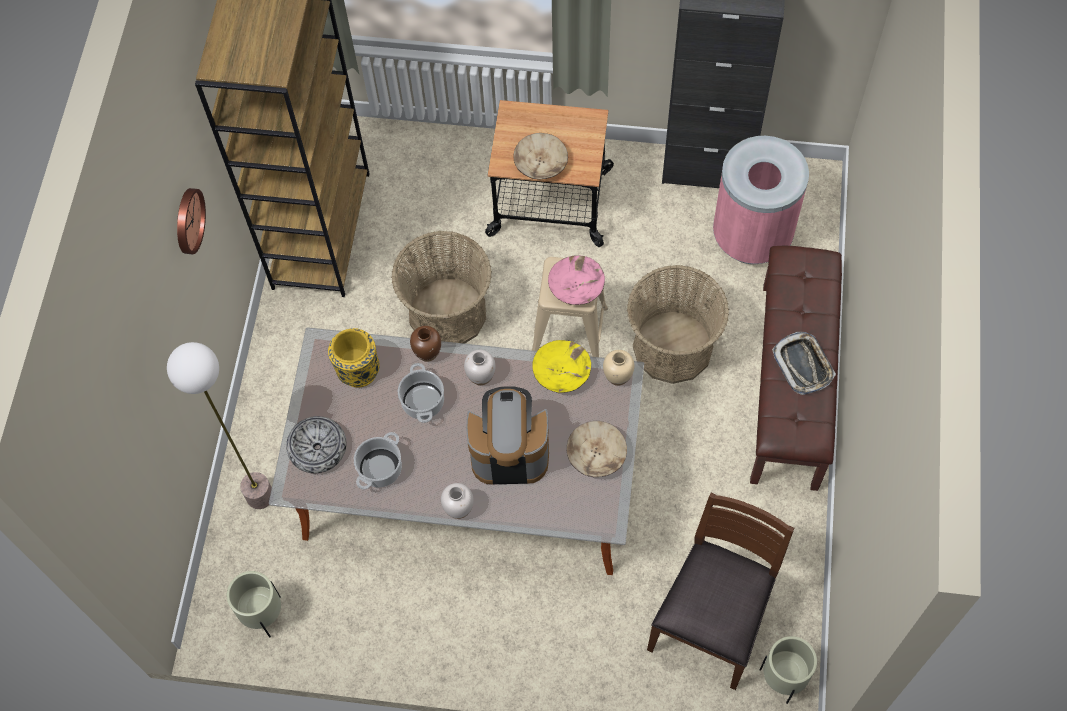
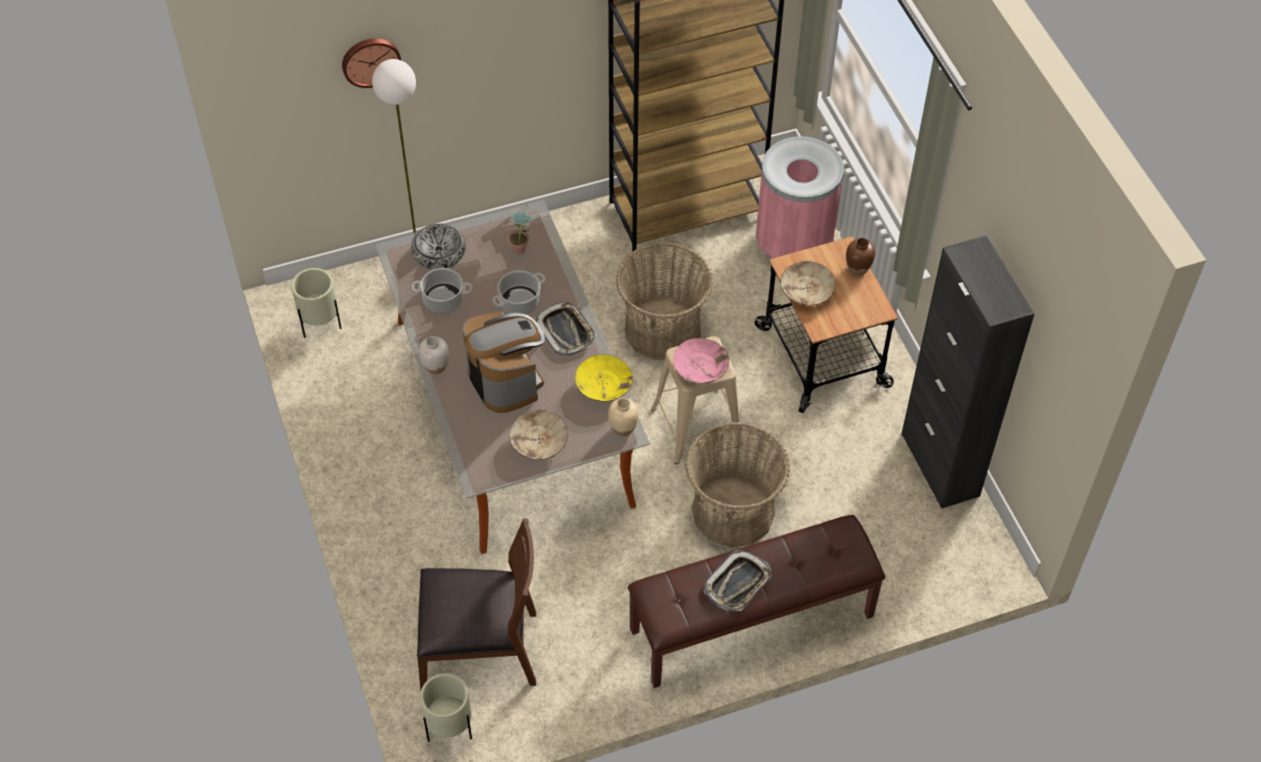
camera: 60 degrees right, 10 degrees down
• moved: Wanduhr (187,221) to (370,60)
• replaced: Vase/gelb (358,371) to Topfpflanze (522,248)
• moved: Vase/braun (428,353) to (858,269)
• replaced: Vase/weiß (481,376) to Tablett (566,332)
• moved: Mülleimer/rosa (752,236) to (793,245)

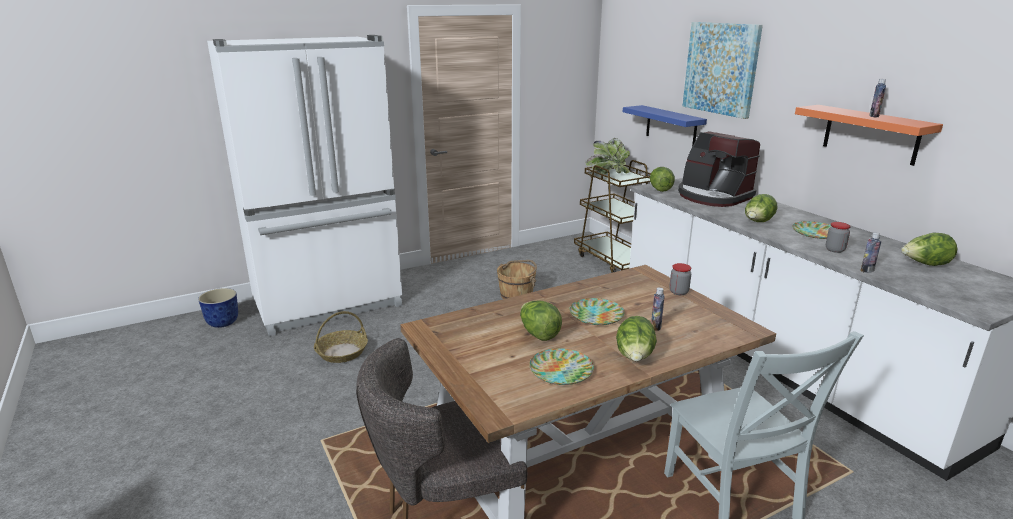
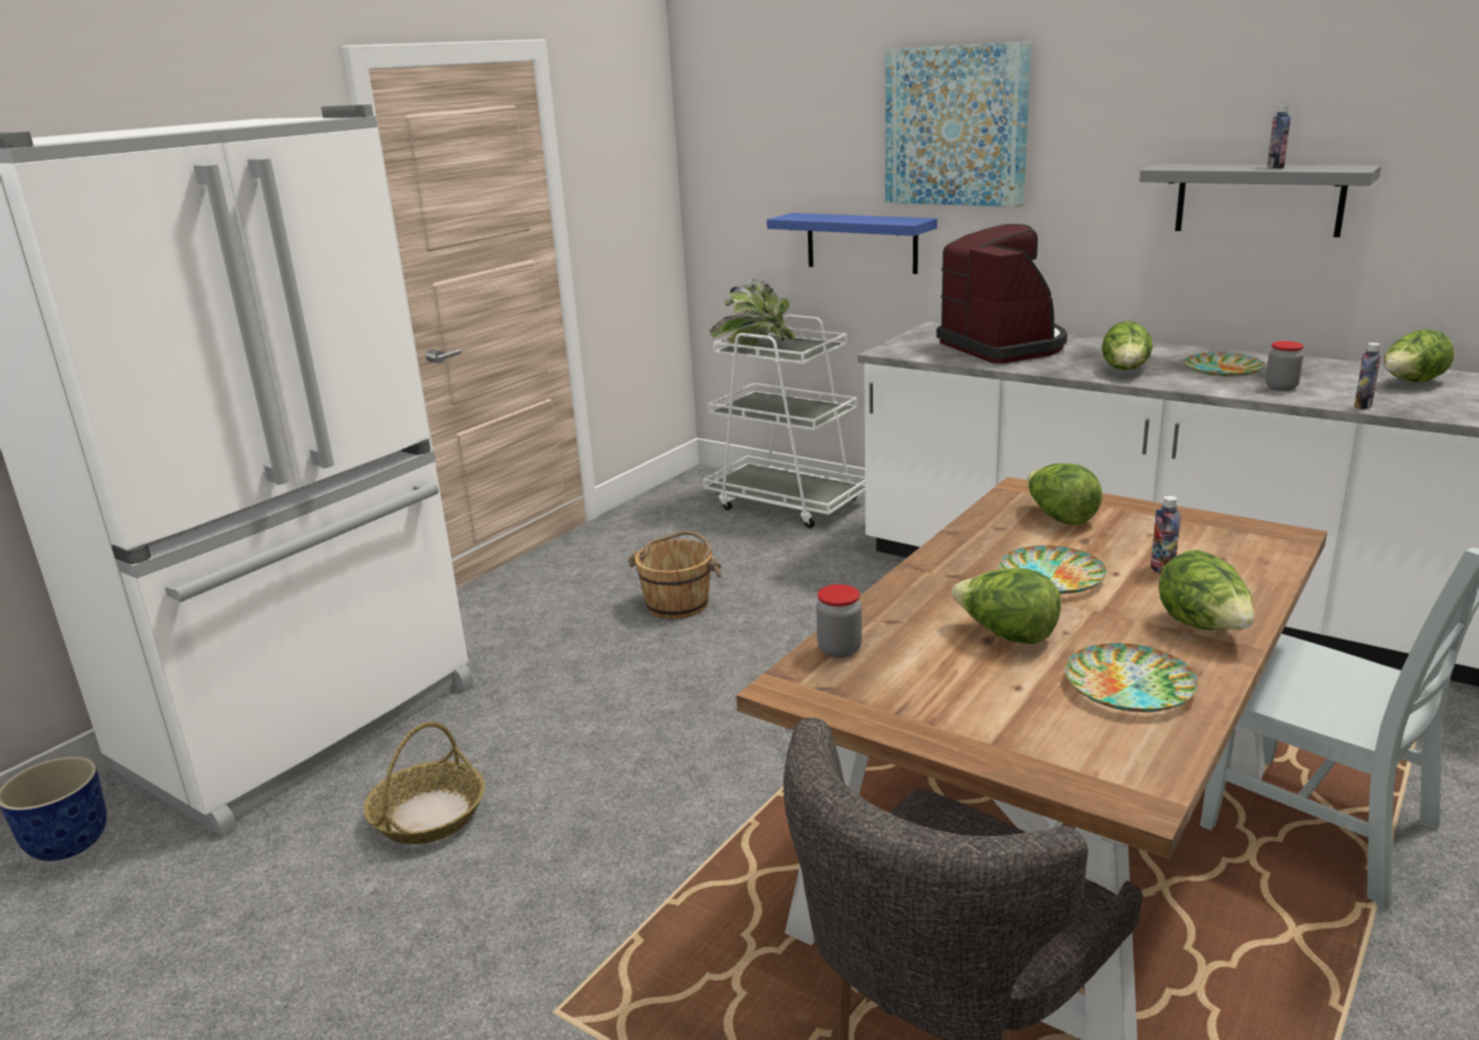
camera: 25 degrees left, 0 degrees up
• recoloured: Rollwagen/braun (613,260) to Rollwagen/weiß (787,503)
• moved: Salatkopf (660,189) to (1060,518)
• moved: Vorratsglas (678,292) to (839,649)
• turned: Kaffeemaschine (713,196) = (1004,346) 135 degrees counterclockwise
• recoloured: Wandregal/orange (870,134) to Wandregal/grau (1259,199)

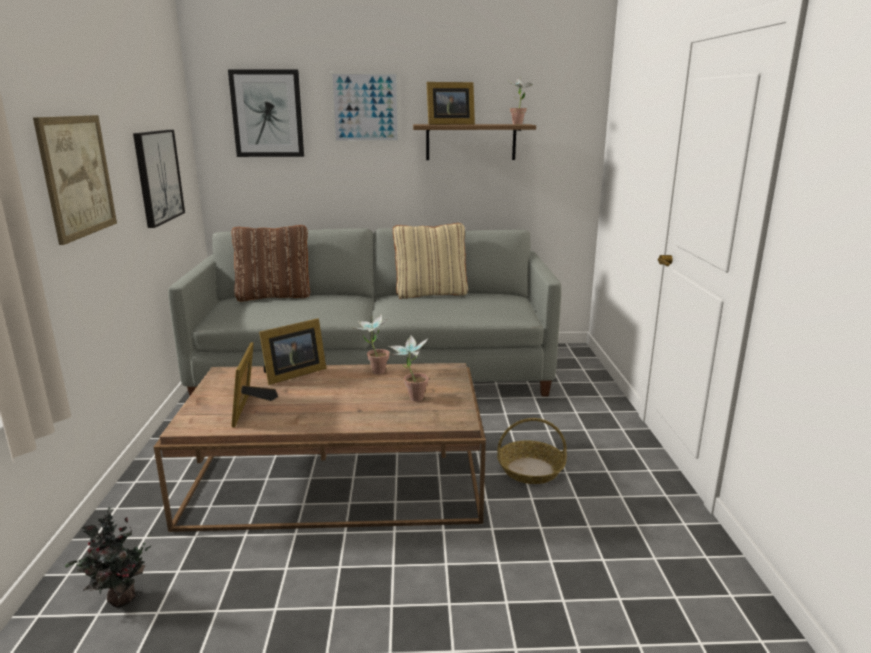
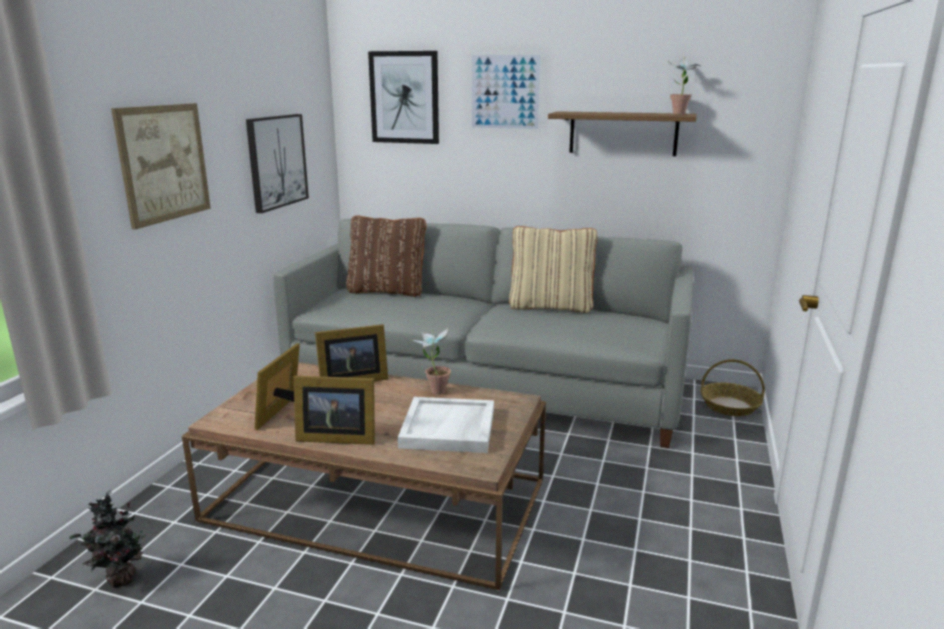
camera: 20 degrees right, 0 degrees up
• replaced: Topfpflanze (410,398) to Tablett/weiß (449,429)
• moved: Bilderrahmen (448,124) to (335,437)
• moved: Korb (531,470) to (730,406)

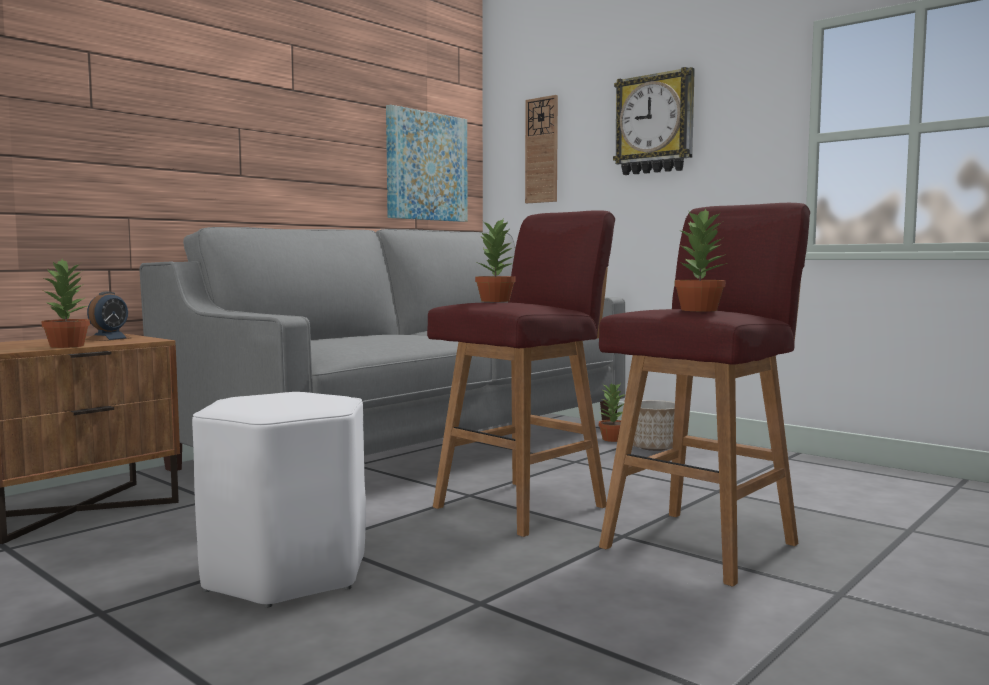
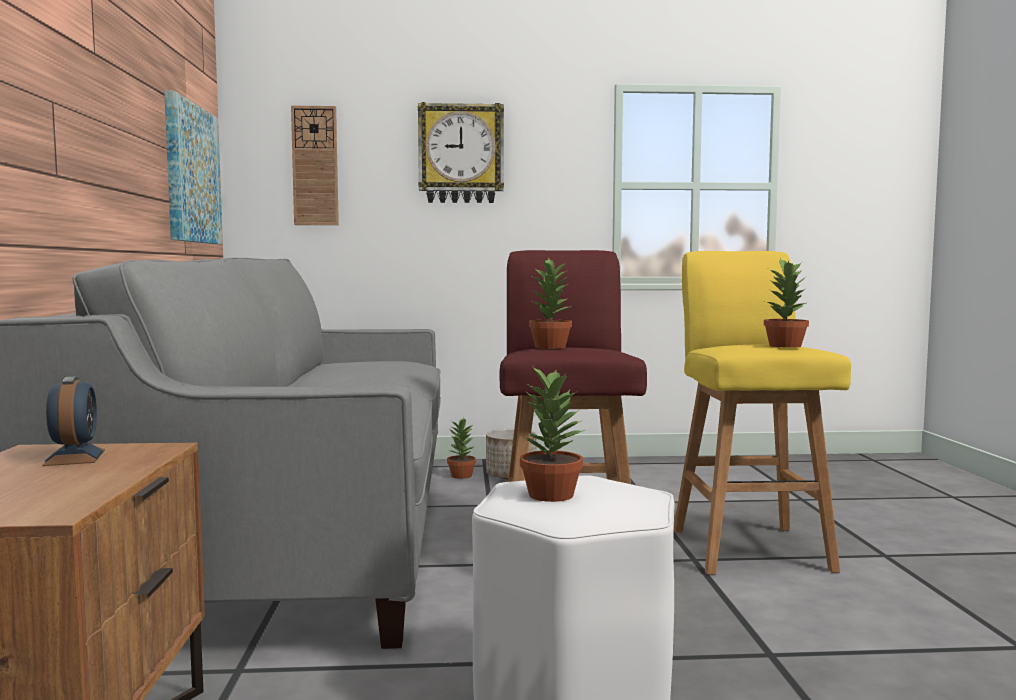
camera: 45 degrees left, 0 degrees up
• moved: Topfpflanze (68,346) to (550,494)
• recoloured: Hocker/rot (702,544) to Hocker/gelb (749,548)

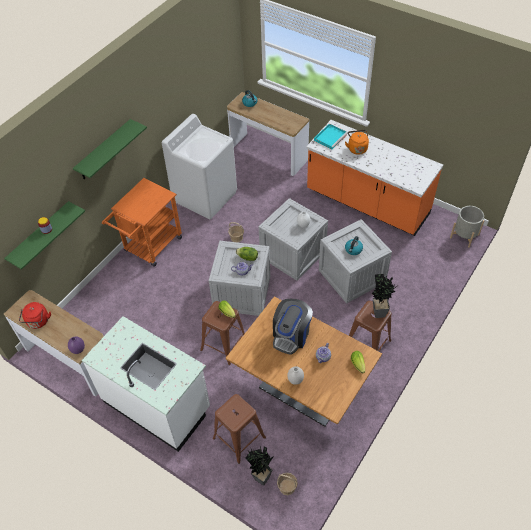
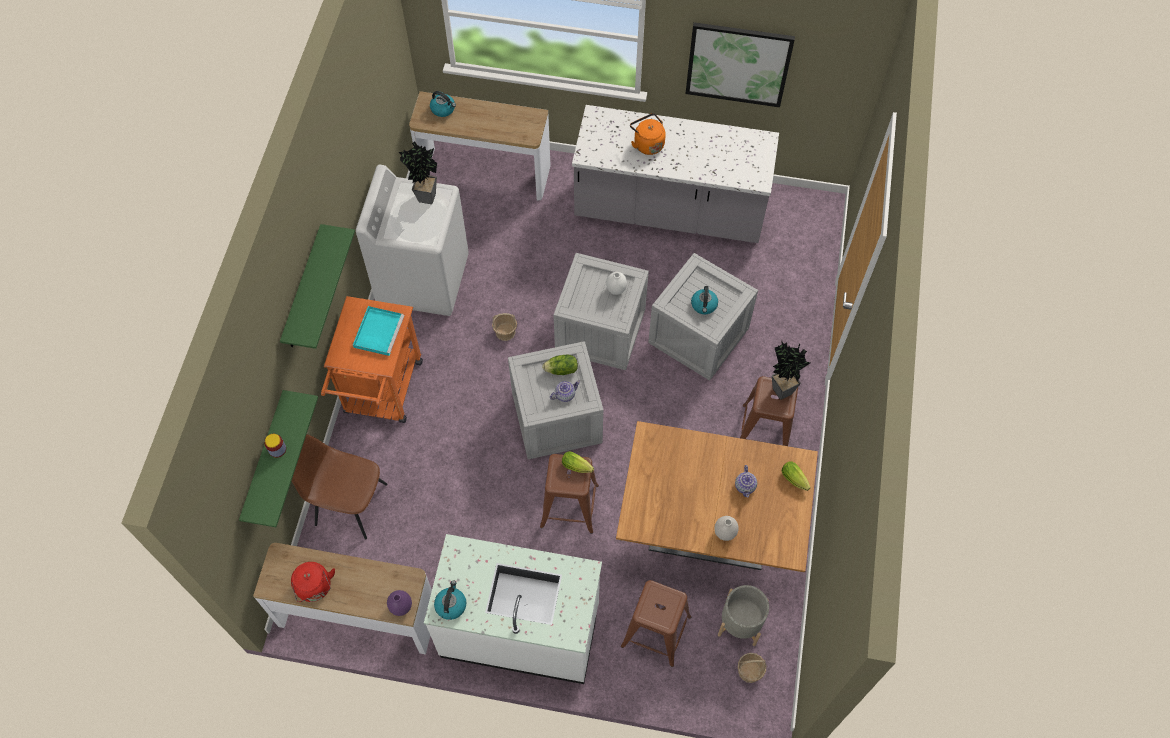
camera: 25 degrees left, 10 degrees up
• moved: Topfpflanze (261,475) to (424,195)
• removed: Kaffeemaschine (291,335)
• recoloured: Küchenzeile/orange (367,203) to Küchenzeile/grau (669,211)
• moved: Tablett/türkis (330,137) to (379,331)
• moved: Pflanzkübel/grau (464,236) to (740,622)
• added: Stuhl/braun (349,503)
• added: Wasserkessel (451,605)
• added: Bild (738,64)

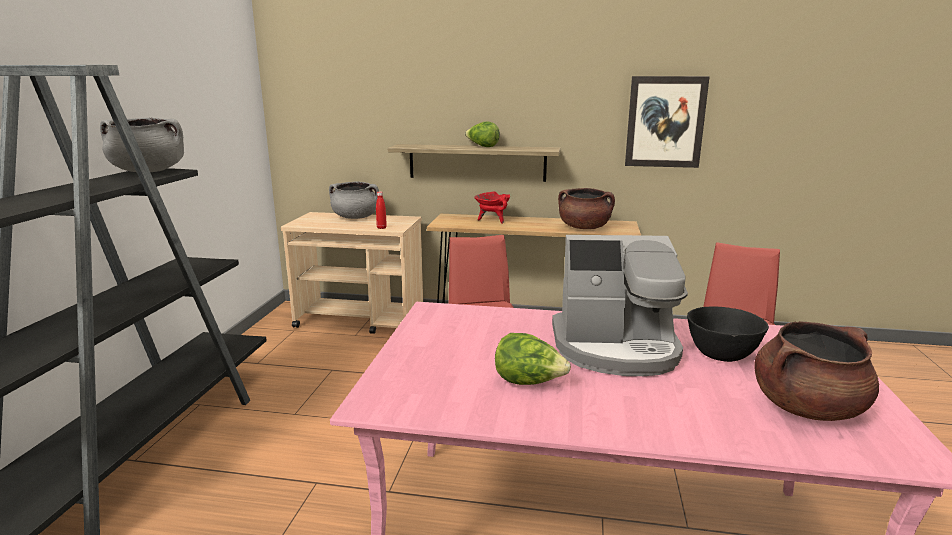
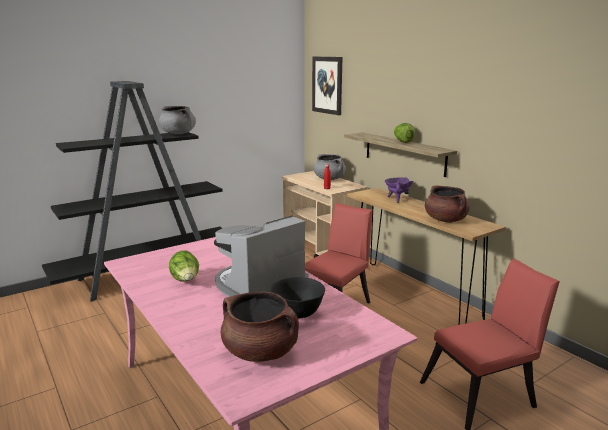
camera: 45 degrees right, 0 degrees up
• recoloured: Kochtopf/rot (492,220) to Kochtopf/lila (397,199)
• turned: Kaffeemaschine (616,348) = (259,286) 90 degrees clockwise
• moved: Bild (665,122) to (327,85)

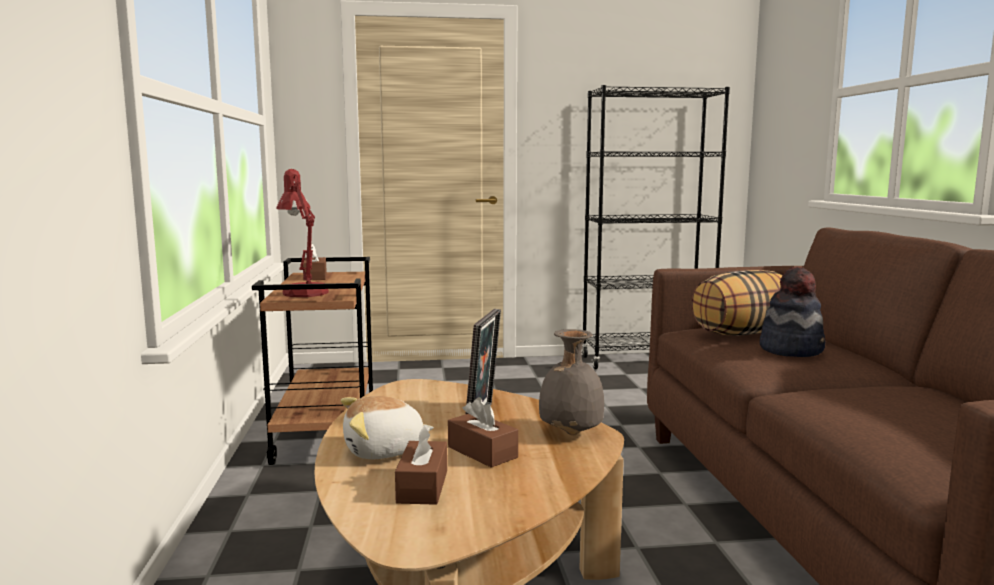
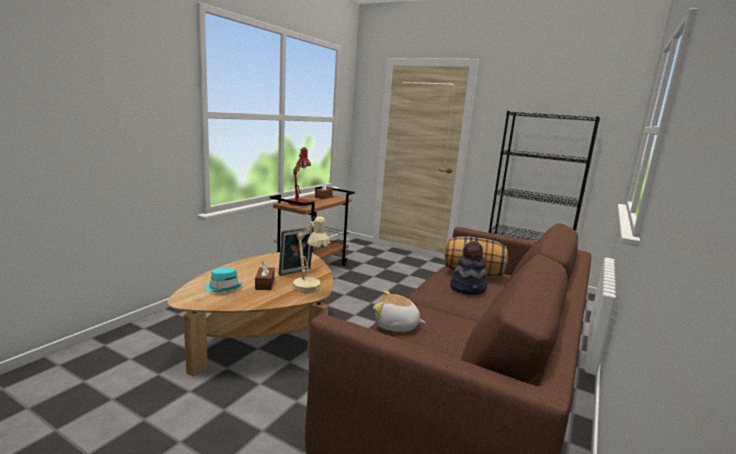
camera: 35 degrees right, 5 degrees up
• moved: Plüschtier (384,451) to (396,326)
• replaced: Taschentuchbox/braun (422,486) to Hut/türkis (223,287)
• replaced: Vase/grau (569,432) to Tischlampe/beige (309,289)

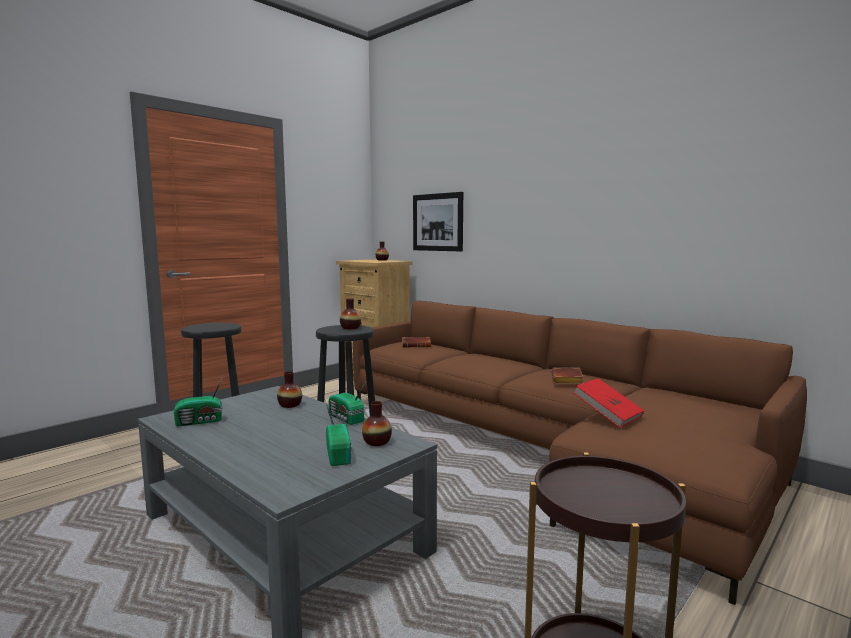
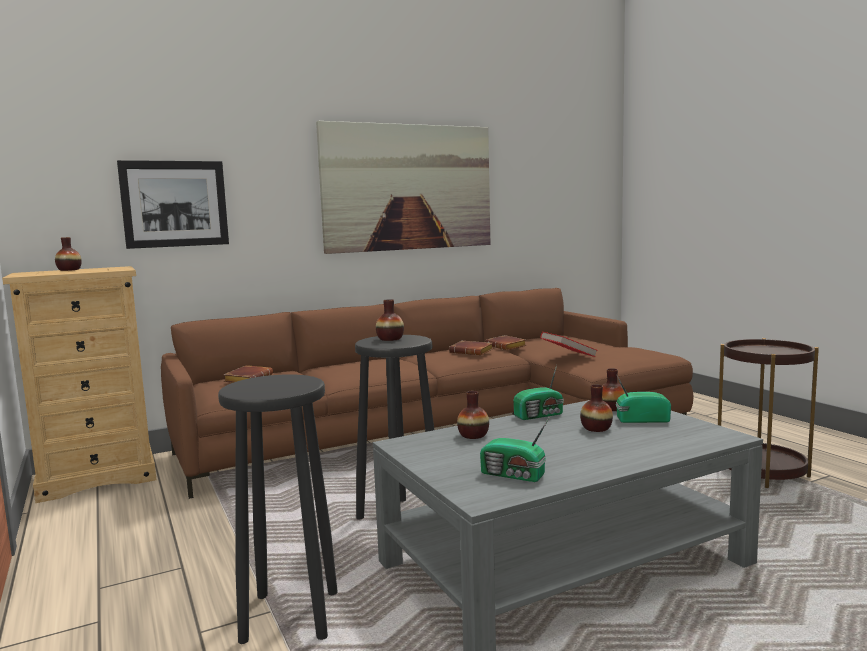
camera: 70 degrees left, 0 degrees up
• turned: Radio (200,422) = (514,475) 120 degrees clockwise
• added: Bild (408,187)
• added: Buch/braun (507,346)
• added: Vase (596,428)

